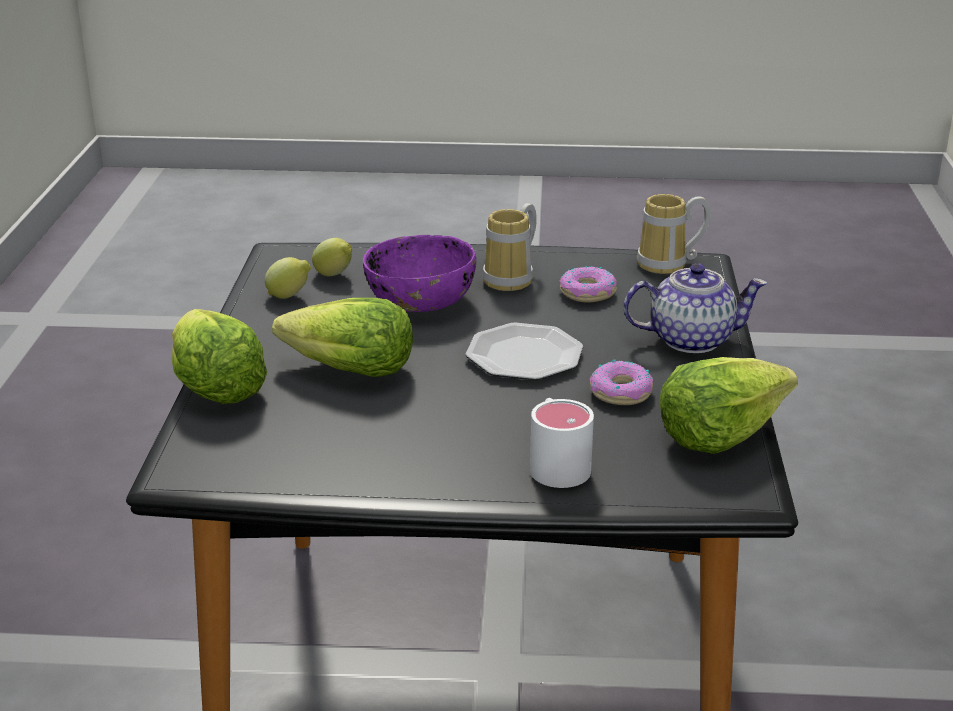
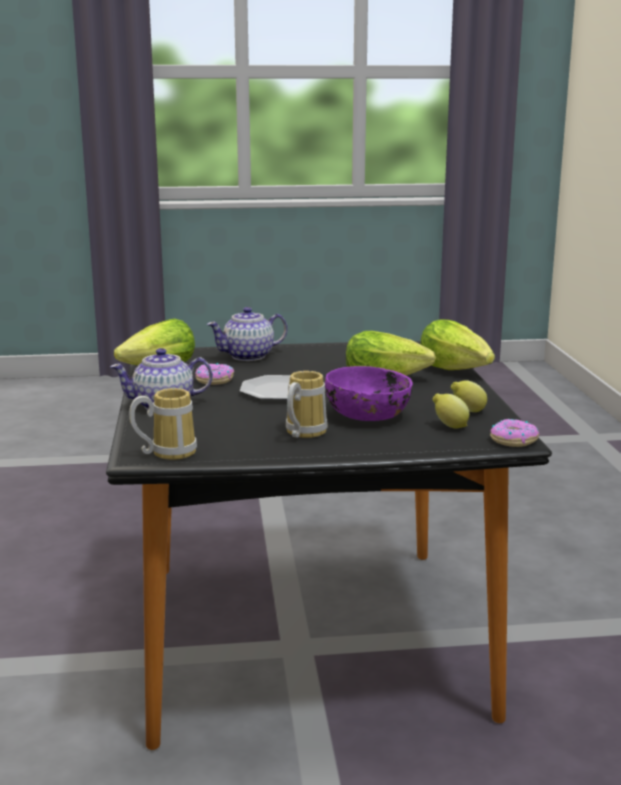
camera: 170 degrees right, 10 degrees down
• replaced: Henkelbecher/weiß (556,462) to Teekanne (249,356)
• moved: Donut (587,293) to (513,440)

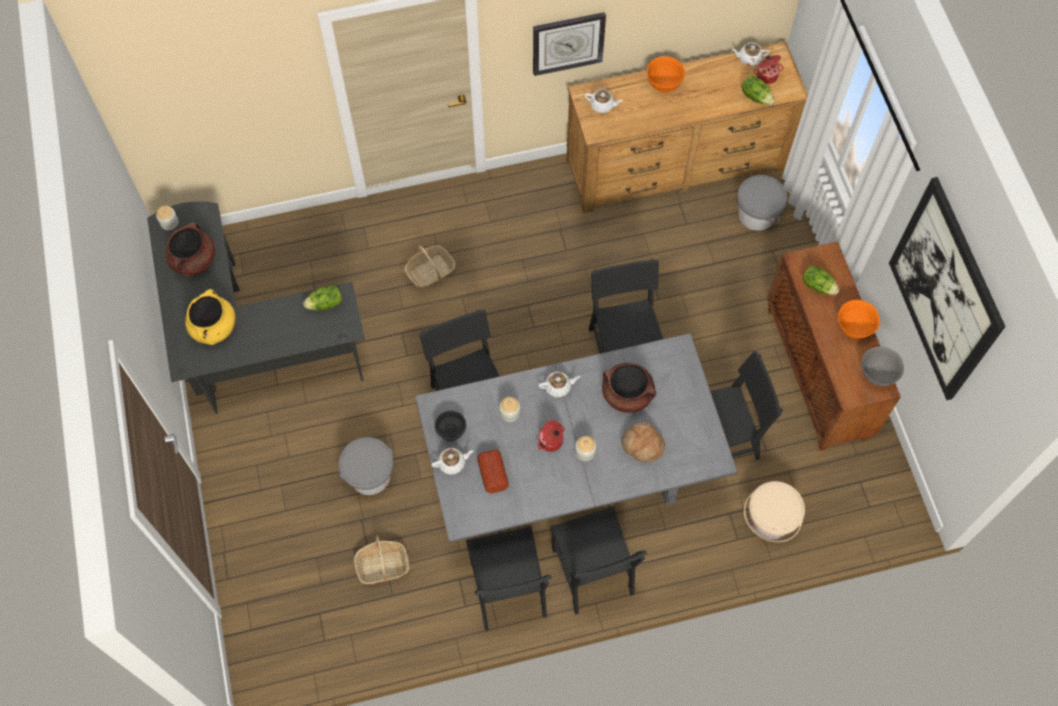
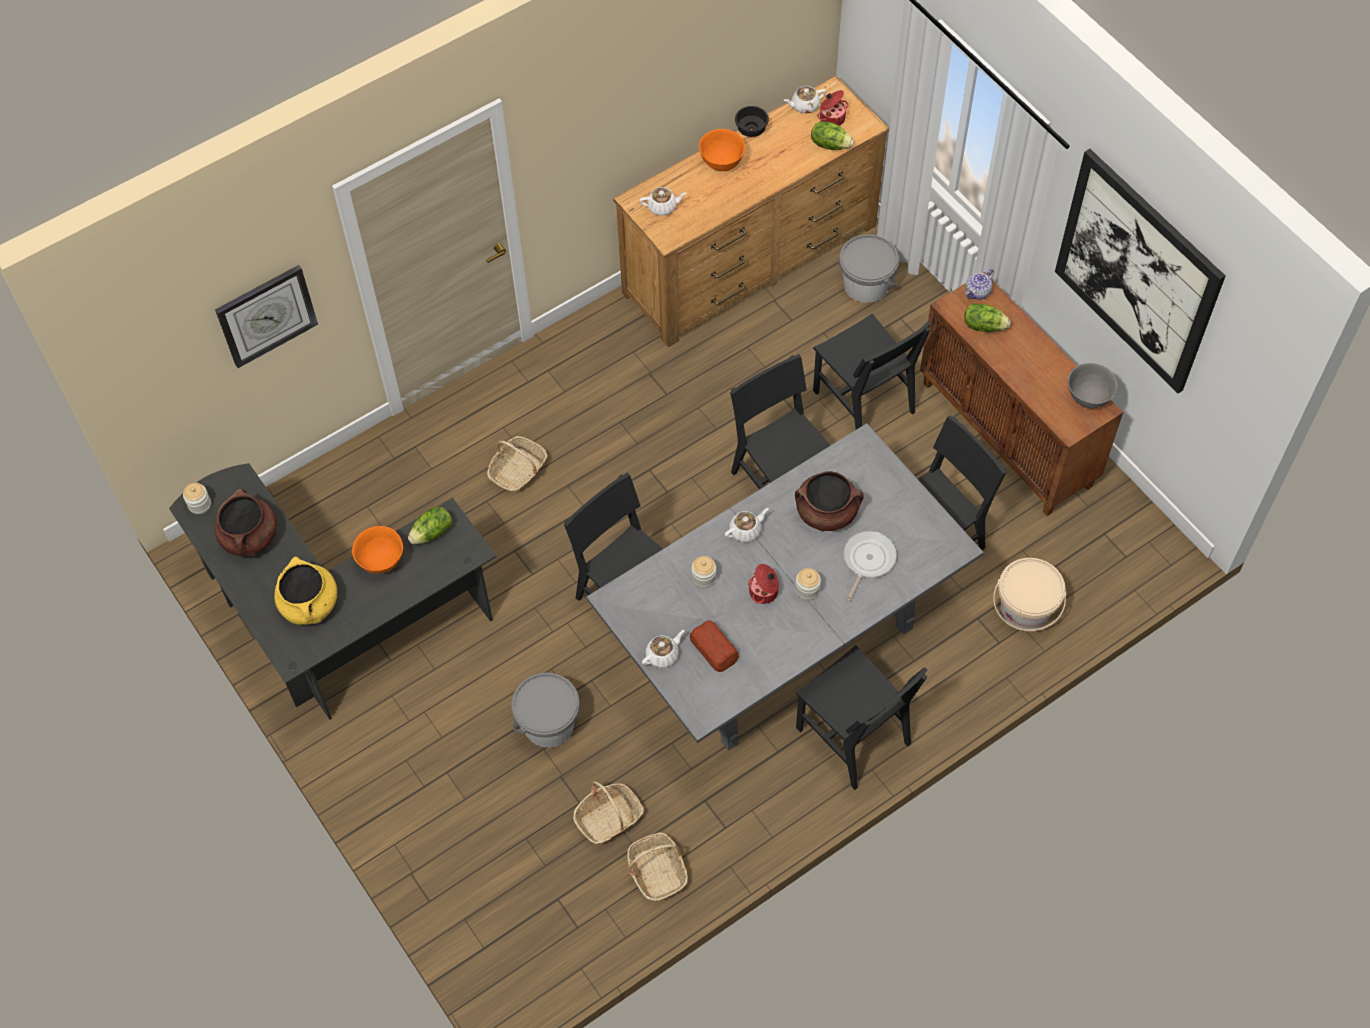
camera: 20 degrees left, 5 degrees down
• moved: Schüssel/schwarz (450,429) to (750,128)
• moved: Stuhl/schwarz (507,589) to (863,402)
• moved: Wanduhr (568,43) to (266,315)
• replaced: Brot (642,445) to Pfanne (867,560)
• moved: Schüssel/orange (854,328) to (381,561)
• added: Korb (657,871)
• added: Teekanne (978,292)

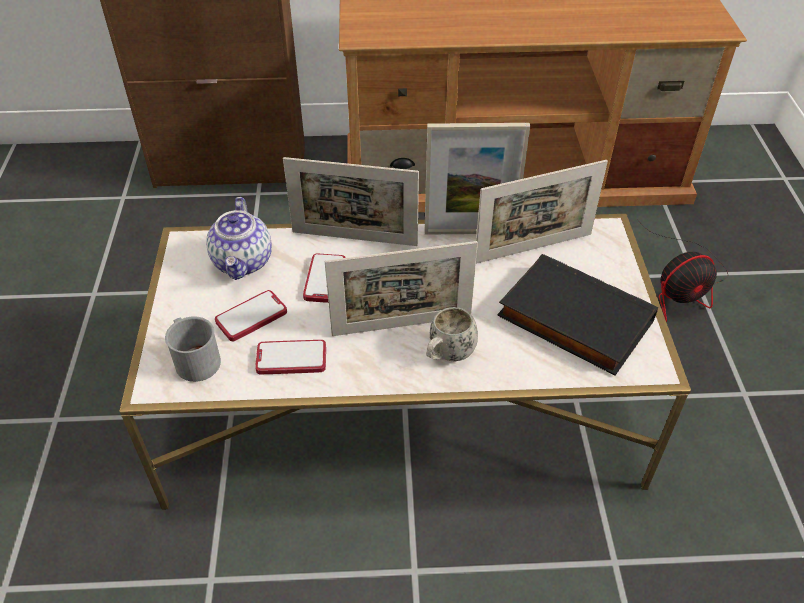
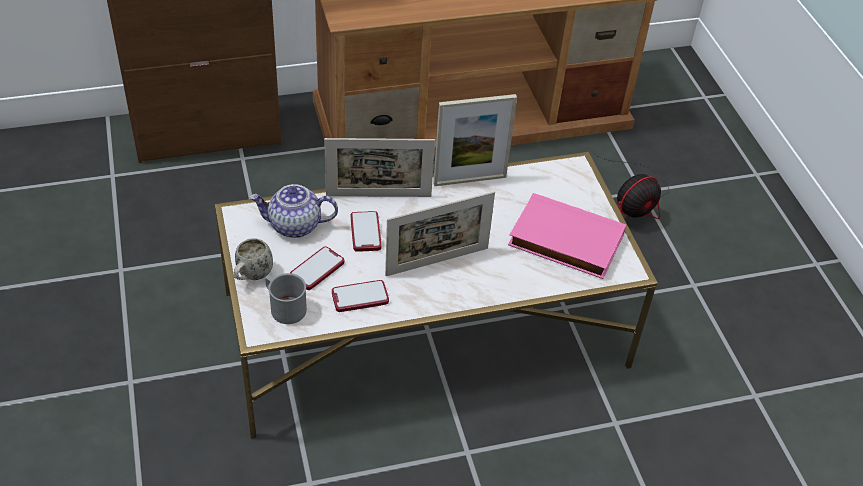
camera: 15 degrees left, 0 degrees up
• turned: Teekanne (243,262) = (294,226) 105 degrees clockwise
• moved: Henkelbecher/weiß (447,355) to (251,276)
• removed: Bilderrahmen (533,248)
• recoloured: Buch/schwarz (572,320) to Buch/rosa (564,242)

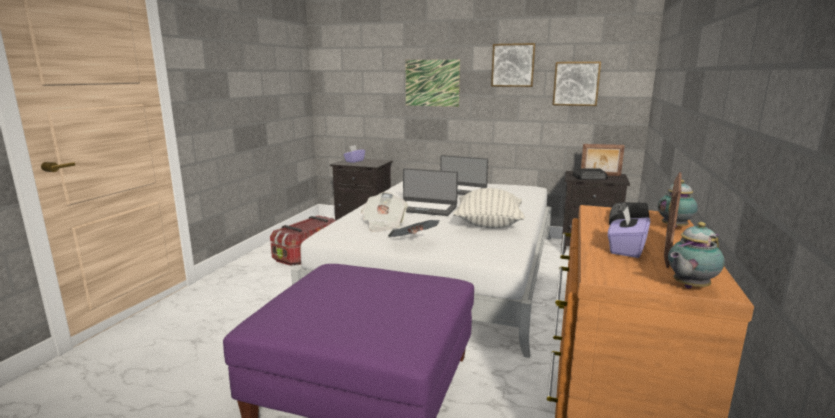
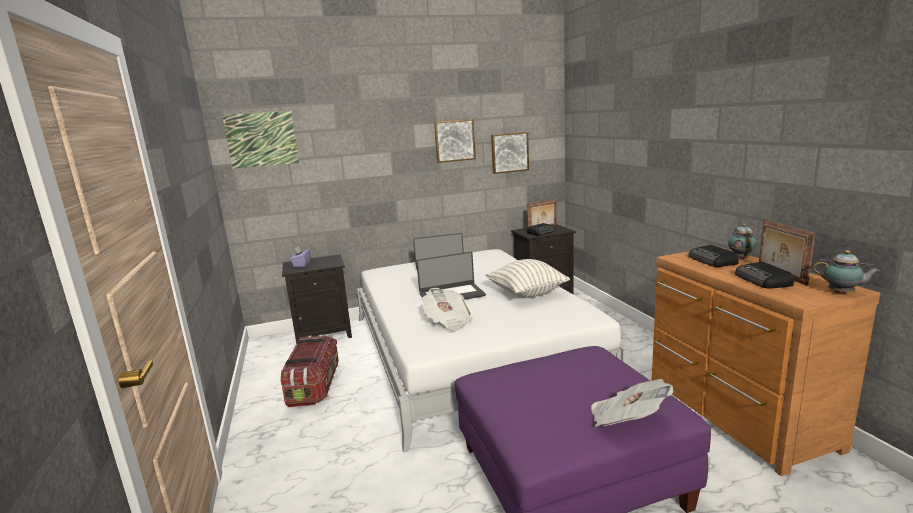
camera: 35 degrees left, 0 degrees up
• moved: Zeitung (413,242) to (627,420)
• moved: Bild (432,83) to (262,139)
• replaced: Taschentuchbox/lila (626,249) to Radio (763,280)
• turned: Teekanne (688,287) = (842,293) 75 degrees counterclockwise

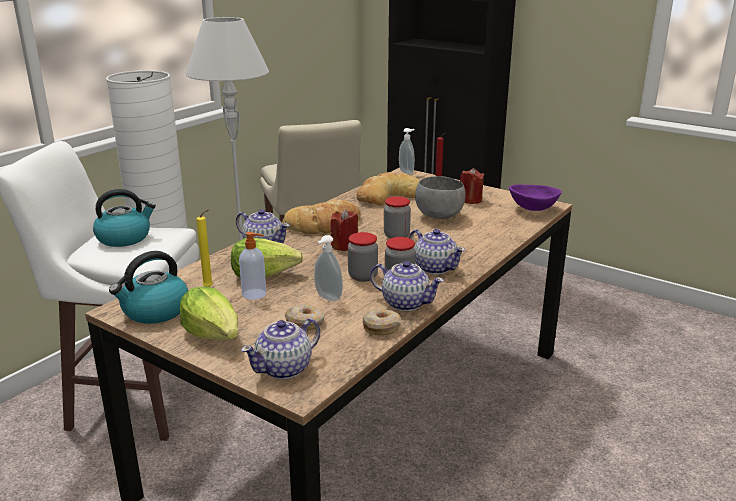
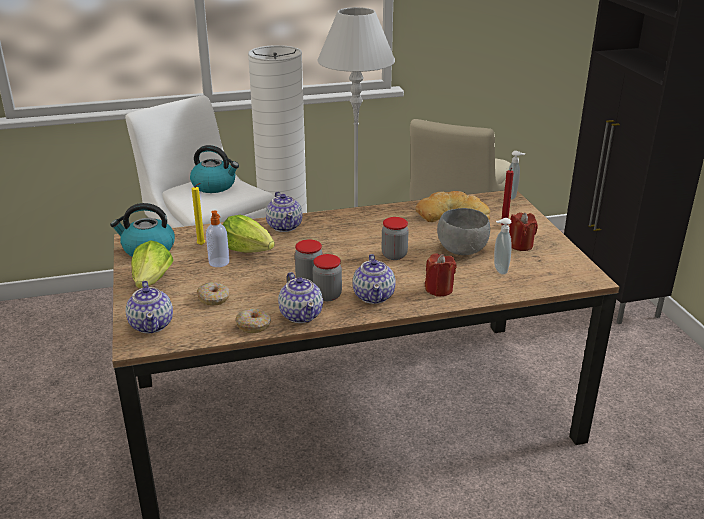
camera: 40 degrees right, 5 degrees up
• turned: Teekanne (284,368) = (152,324) 105 degrees counterclockwise
• removed: Brot (324,225)
• moved: Seifenspender (327,298) to (499,270)
• moved: Kerze/rot (345,246) to (439,289)
• removed: Schüssel/lila (533,209)

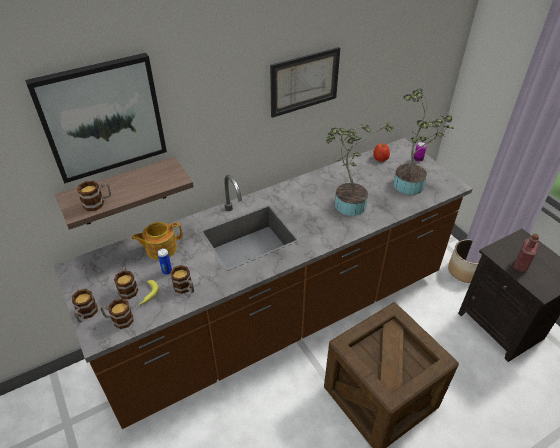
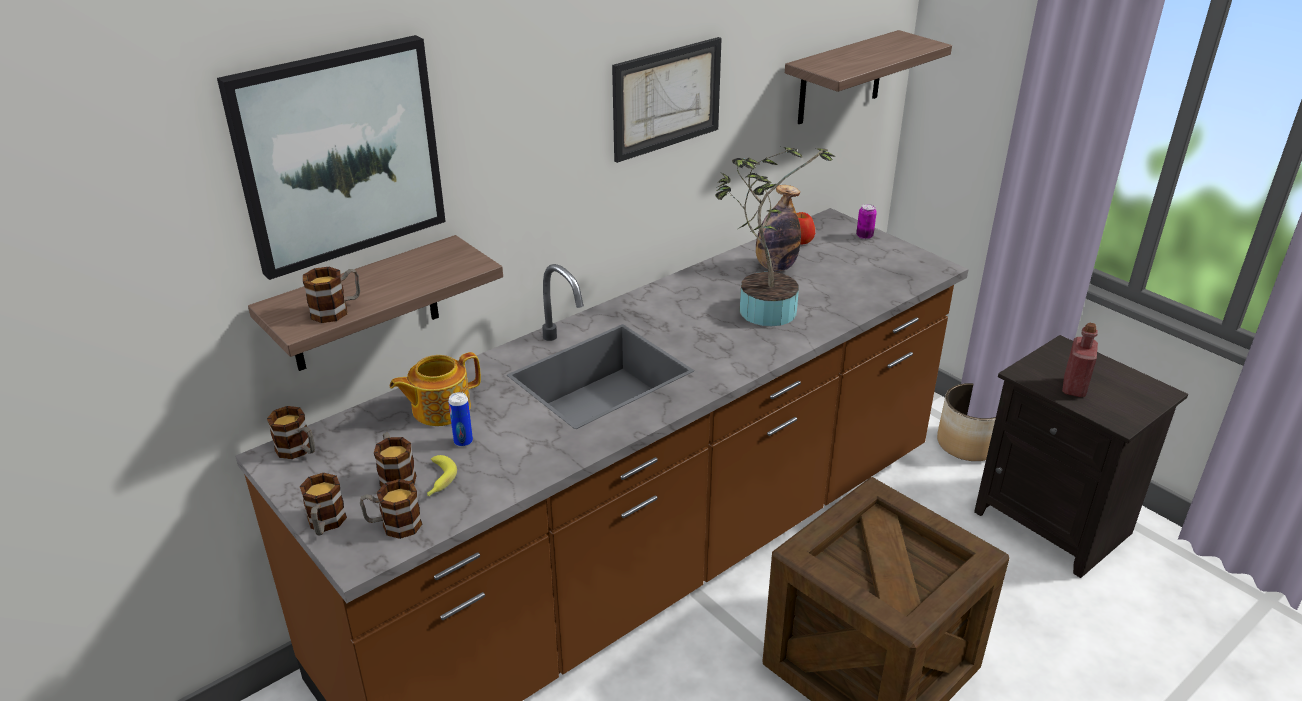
camera: 10 degrees left, 10 degrees down
• moved: Henkelbecher (185,288) to (298,450)
• removed: Topfpflanze (411,184)
• added: Flasche (775,267)
• added: Wandregal (840,78)

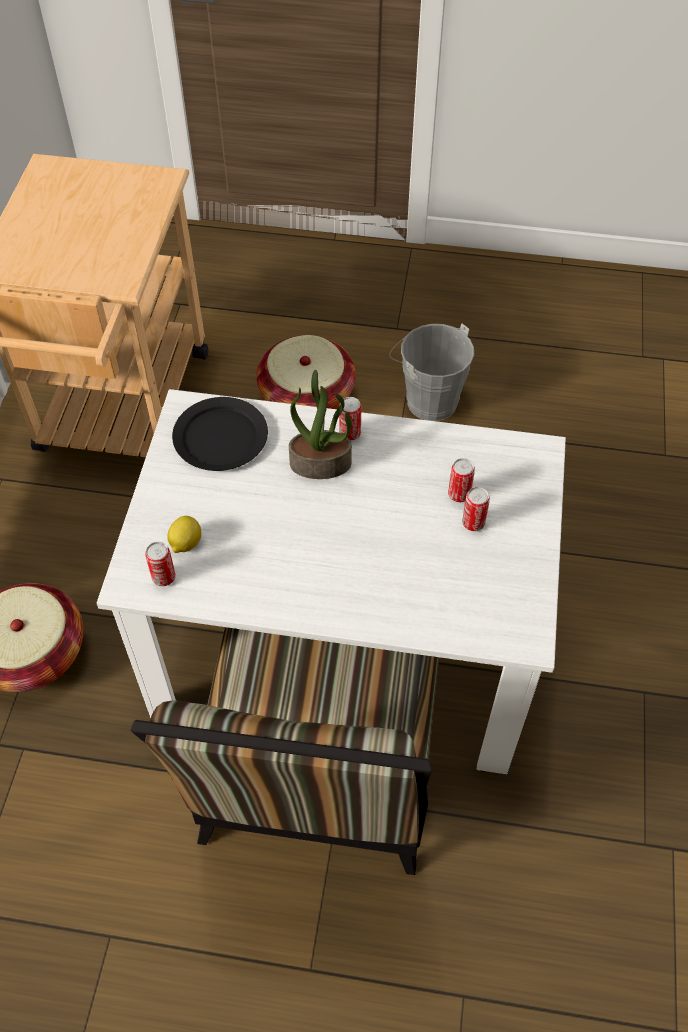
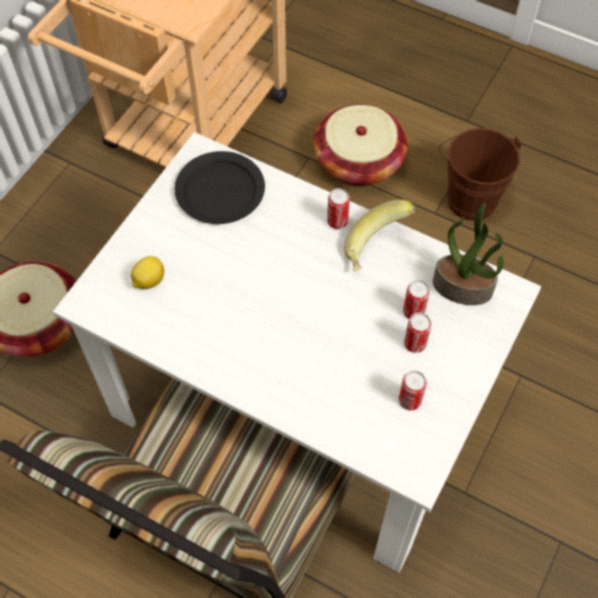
camera: 20 degrees right, 5 degrees up
• moved: Dose (164,577) to (409,400)
• moved: Topfpflanze (321,463) to (463,287)
• recoloured: Eimer/grau (427,398) to Eimer/braun (469,196)
• added: Banane (377,248)

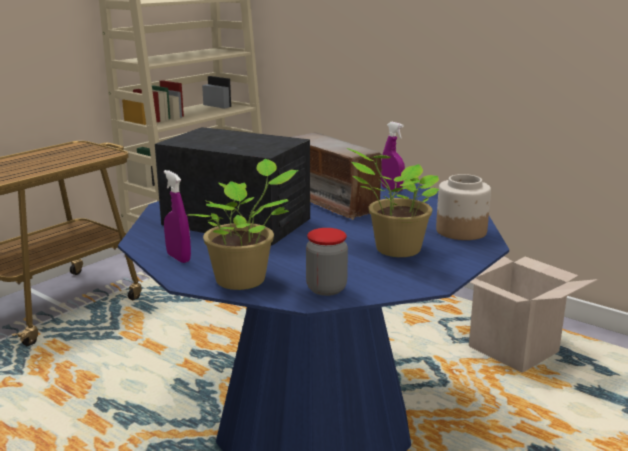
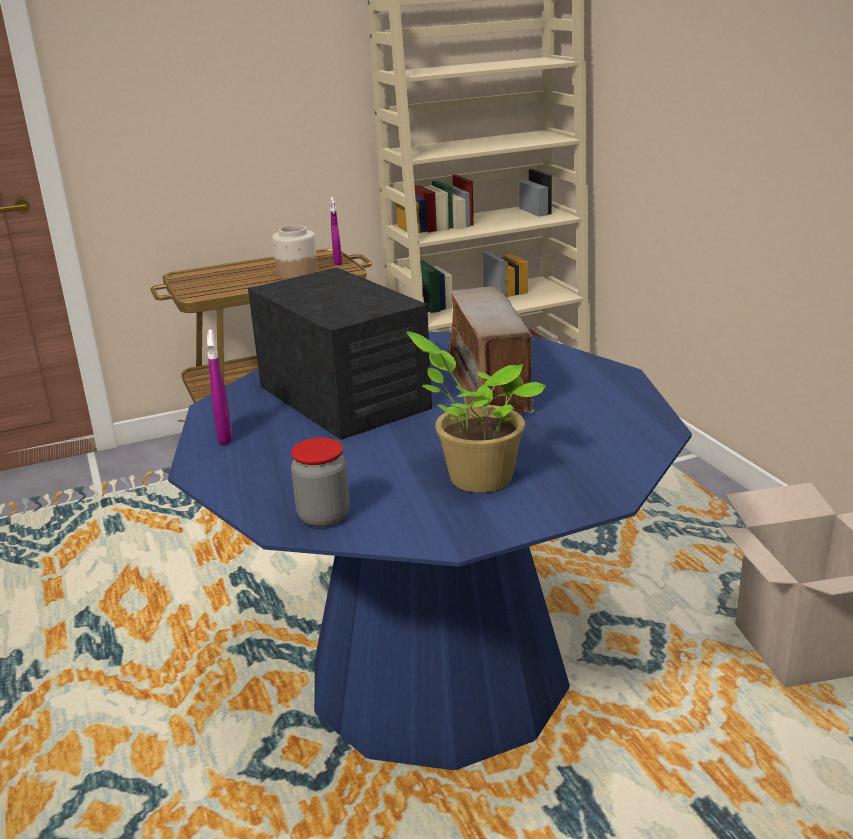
camera: 30 degrees right, 5 degrees up
• removed: Topfpflanze (245,280)
• moved: Sprühflasche/lila (392,189) to (337,263)
• moved: Vorratsglas (460,231) to (296,273)

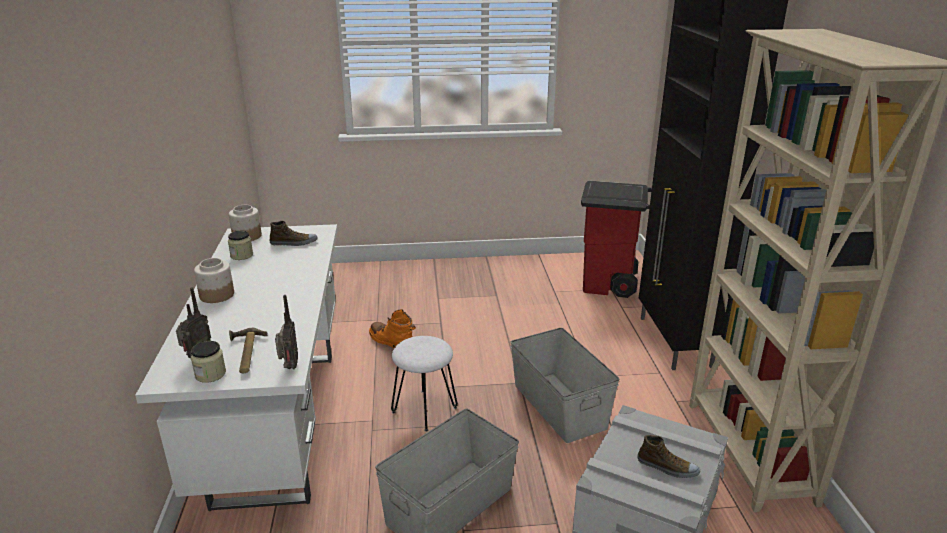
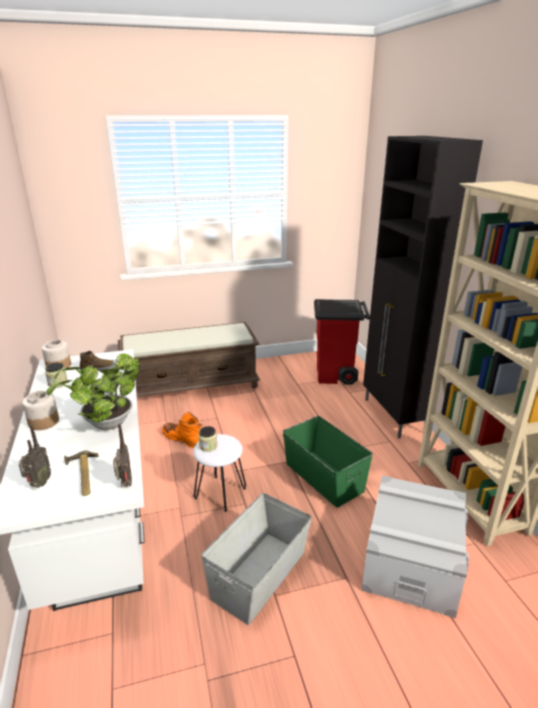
camera: 10 degrees left, 0 degrees up
• moved: Vorratsglas (210,374) to (208,446)
• recoloured: Aufbewahrungsbox/grau (559,405) to Aufbewahrungsbox/grün (324,476)
• removed: Schuh (667,467)
• added: Topfpflanze (105,425)
• added: Bank/braun (192,386)

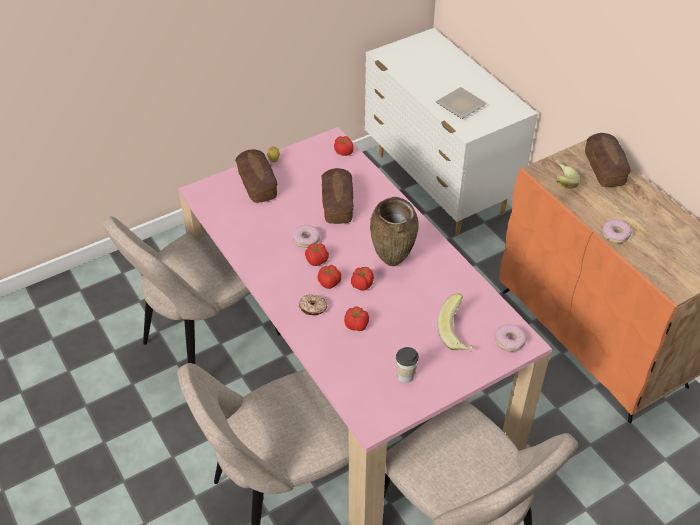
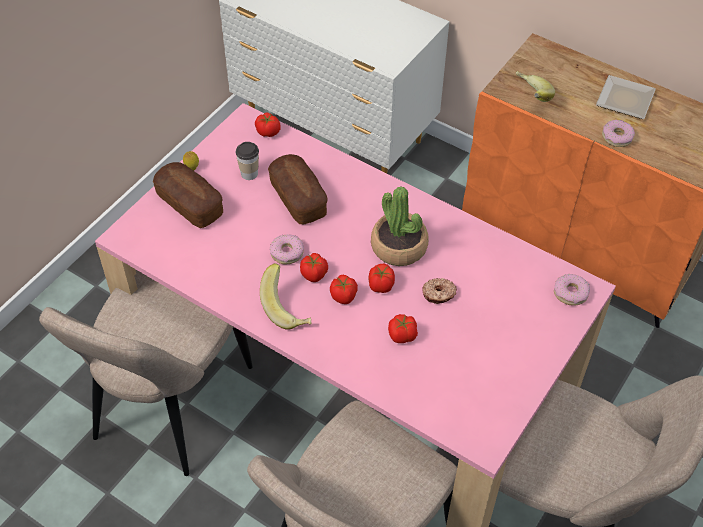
camera: 25 degrees left, 5 degrees up
• moved: Donut (313,308) to (438,294)
• replaced: Vase/braun (393,262) to Topfpflanze (399,247)
• moved: Tasse (405,375) to (249,173)
• moved: Teller (459,105) to (622,100)
• moved: Banane (458,334) to (288,308)
• removed: Brot (604,169)

